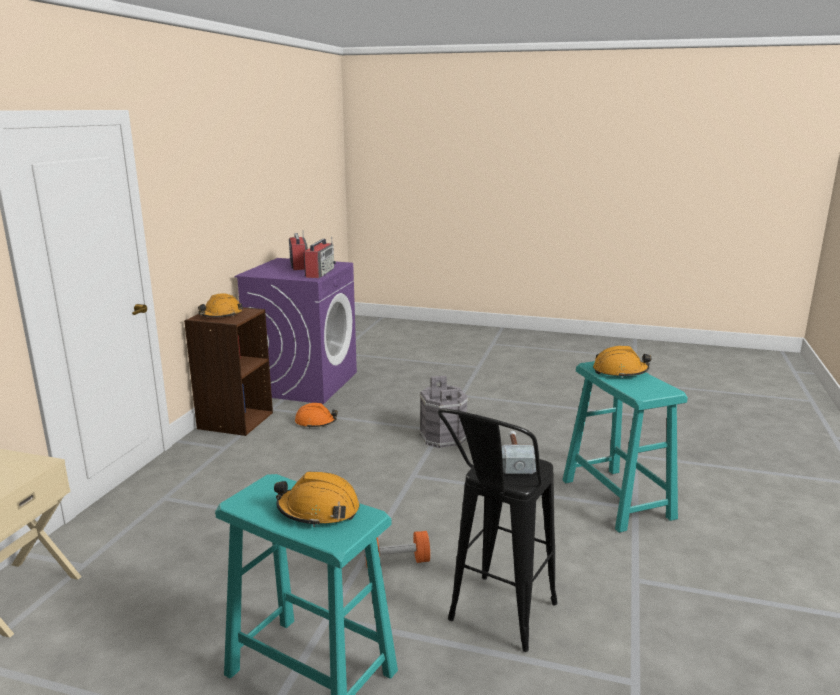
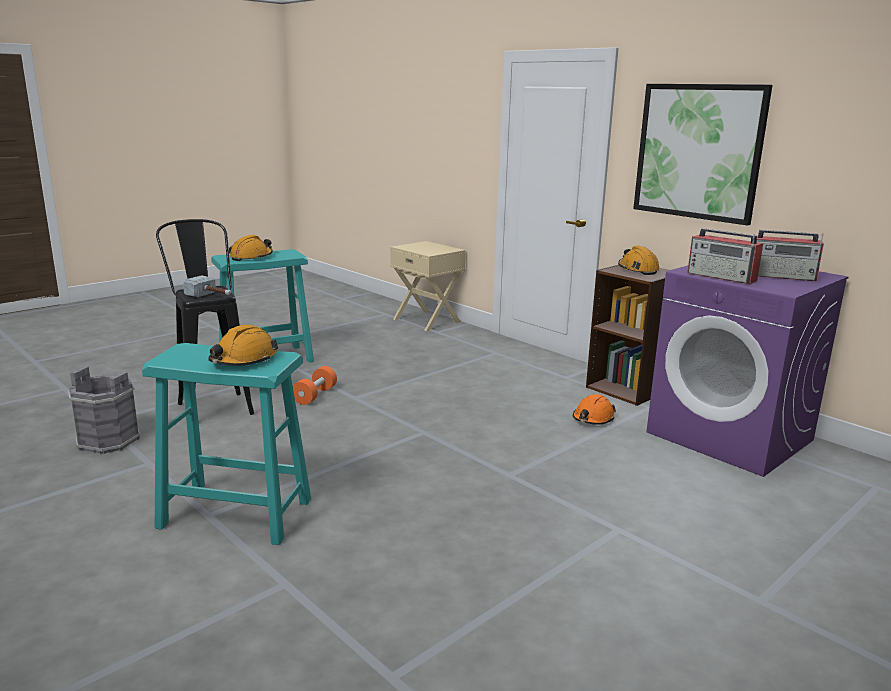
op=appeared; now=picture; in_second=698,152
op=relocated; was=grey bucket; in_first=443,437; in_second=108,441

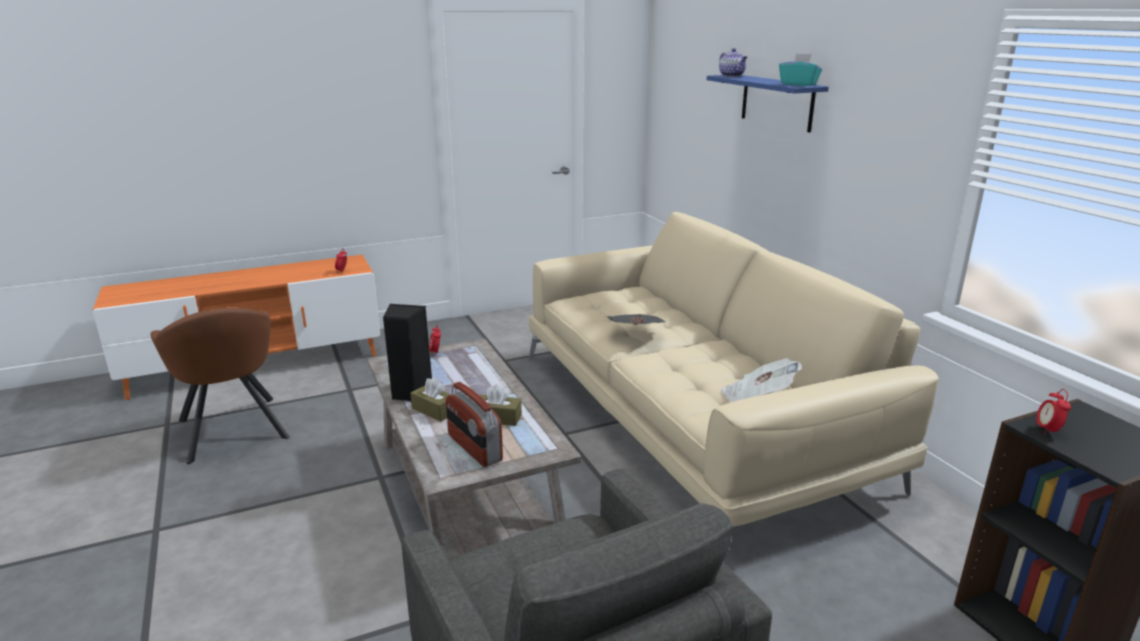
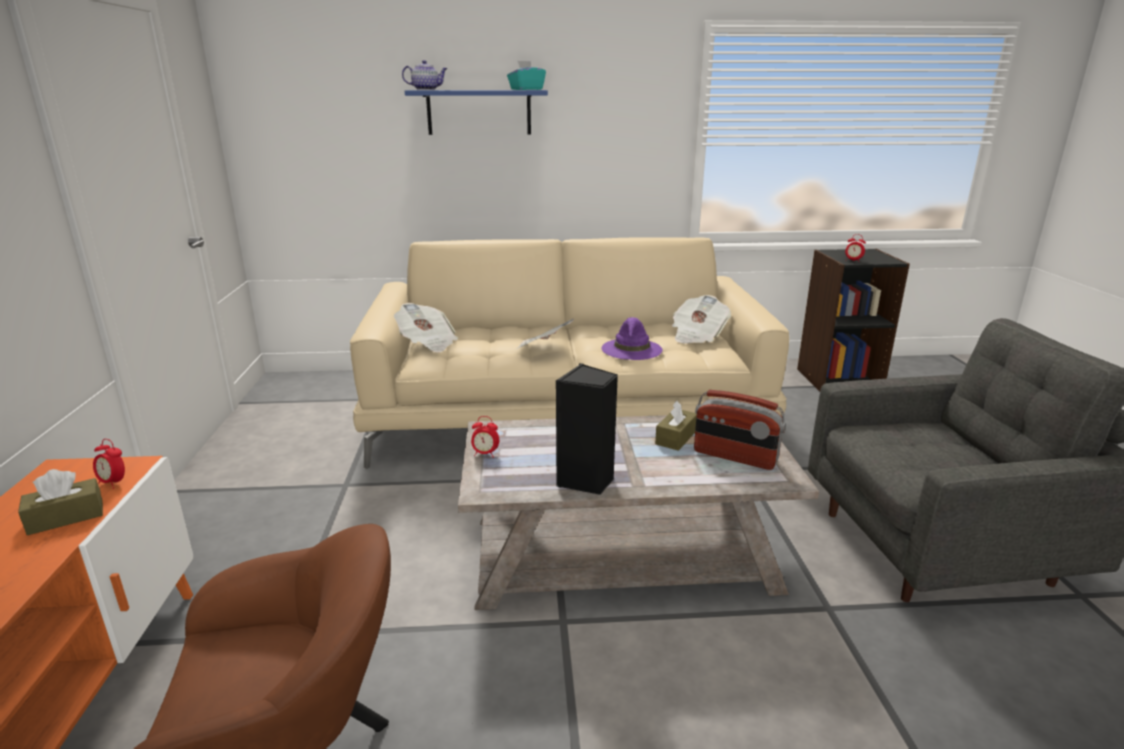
op=appeared; now=newspaper; in_second=427,343
op=appeared; now=purple hat; in_second=632,349
op=relocated; was=brown tissue box; in_first=434,410; in_second=66,517
op=spun; was=radio; in_first=474,448; in_second=734,457; clockwise=45

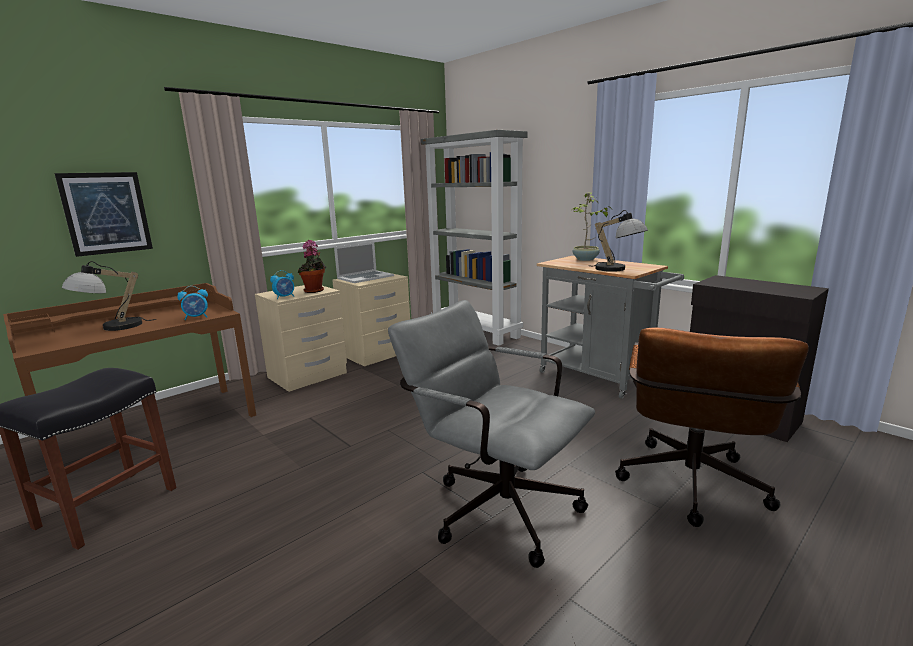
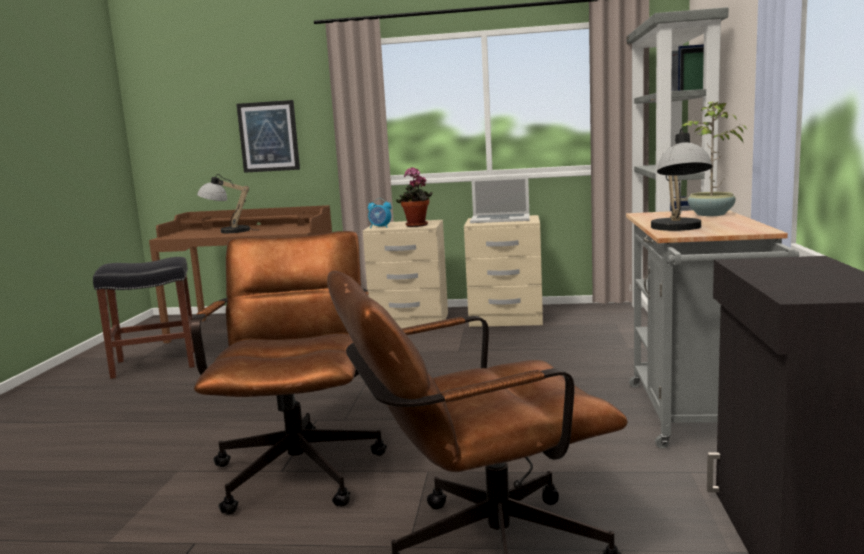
op=missing; was=alarm clock; in_first=196,317
op=colour; was=grey office chair; now=brown office chair; in_first=494,505; in_second=301,465

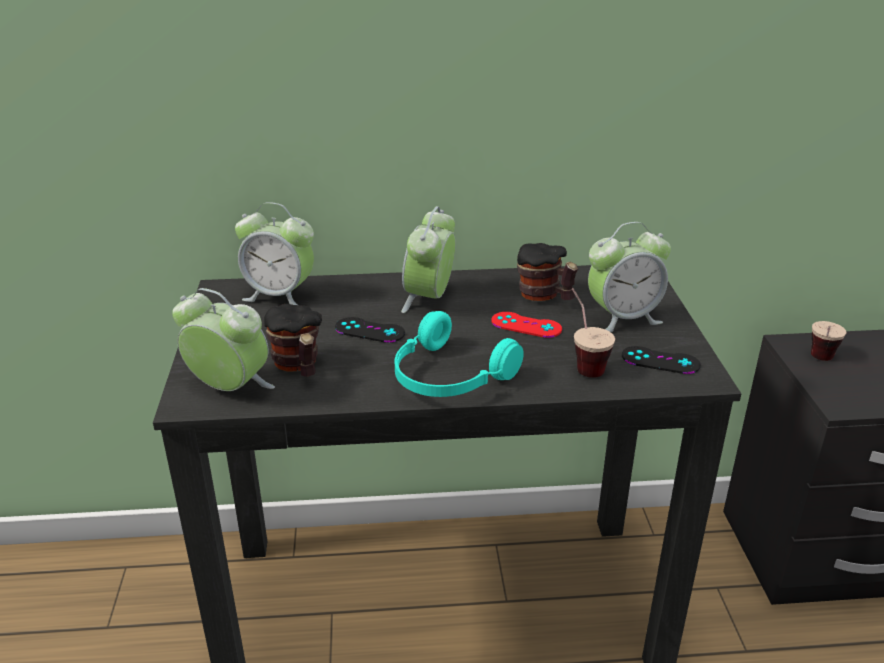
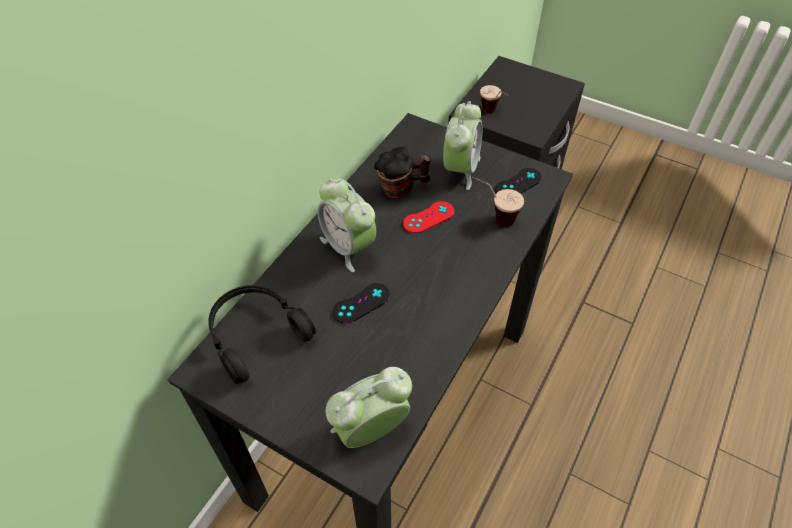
op=missing; was=mug; in_first=298,367
op=missing; was=turquoise headphones; in_first=448,377
op=exchanged; was=alarm clock; now=black headphones; in_first=280,296; in_second=255,334

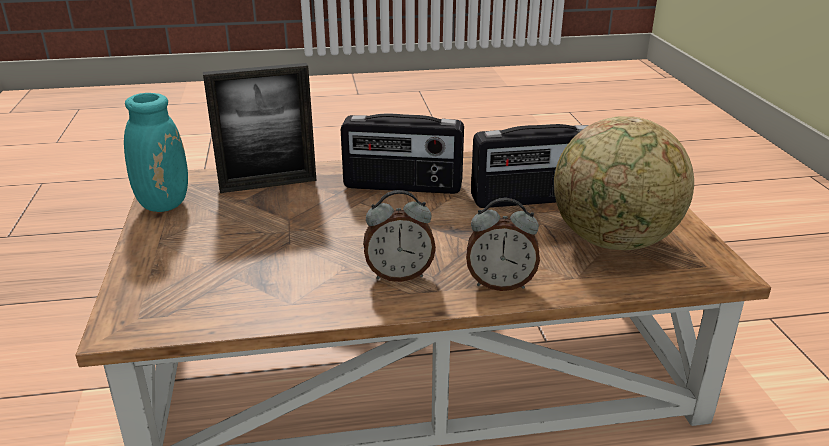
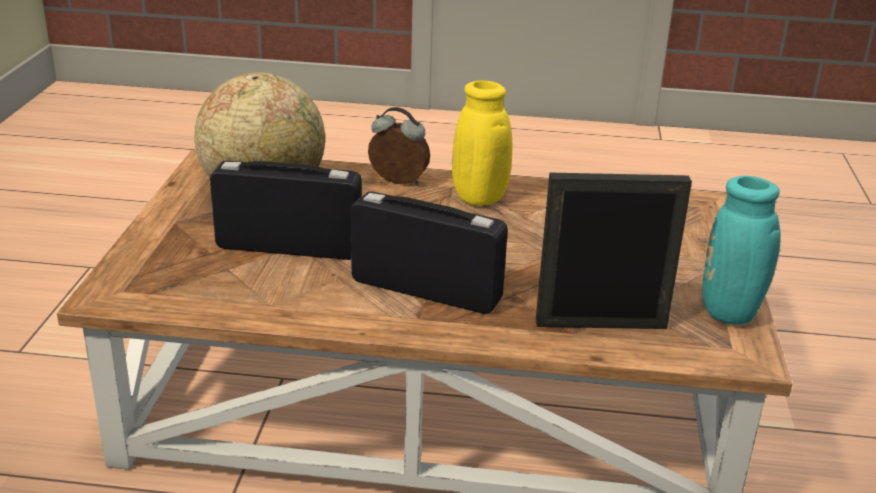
op=exchanged; was=alarm clock; now=yellow vase; in_first=399,275; in_second=478,201

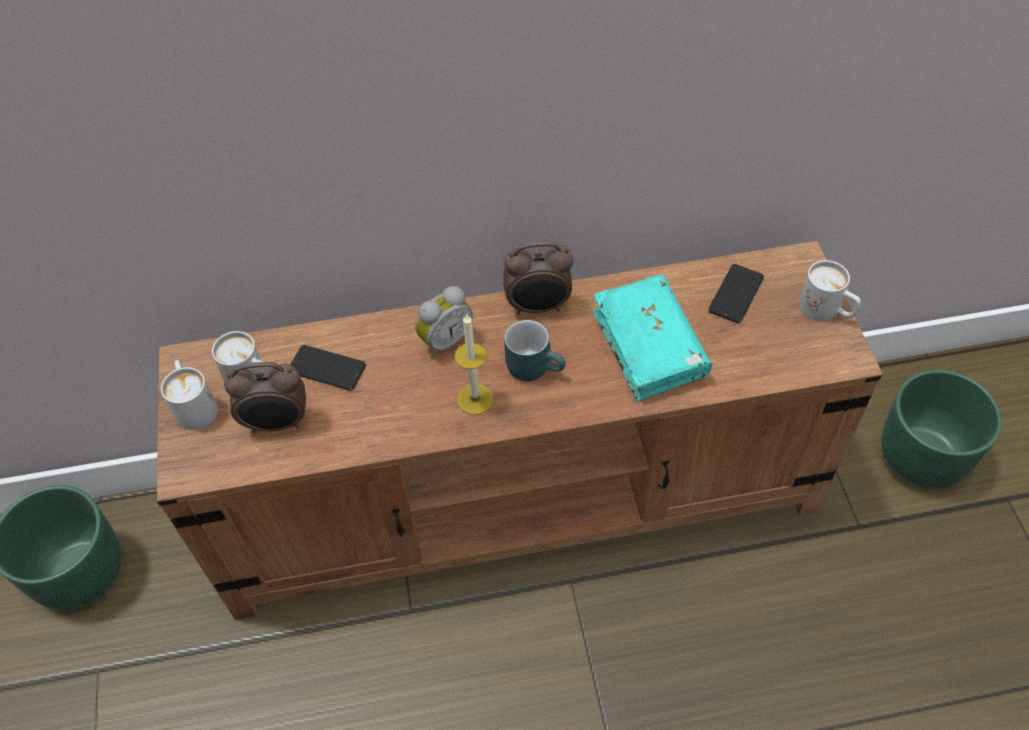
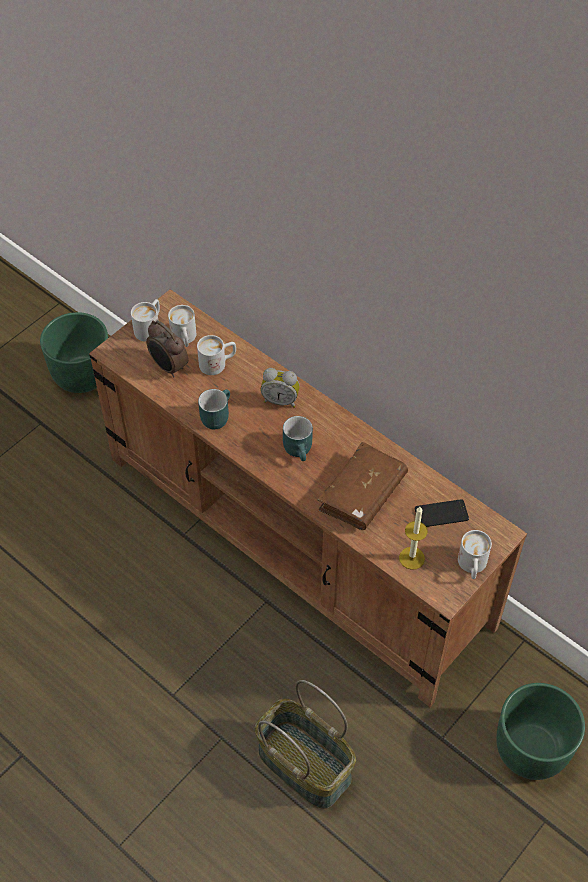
op=missing; was=alarm clock; in_first=538,307
op=appeared; now=turquoise mug; in_second=215,415
op=appeared; now=basket; in_second=306,764
op=relocated; was=candle; in_first=475,399; in_second=411,558
op=exchanged; was=phone; now=white mug; in_first=327,368; in_second=218,363
op=colour; was=turquoise book; now=brown book; in_first=649,346; in_second=362,494

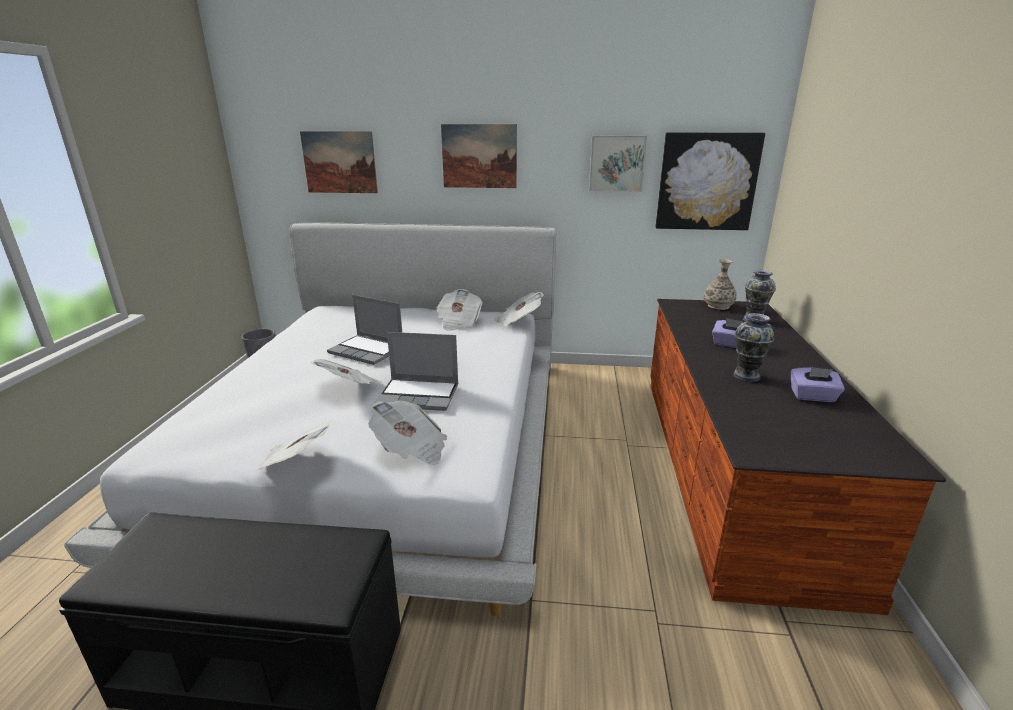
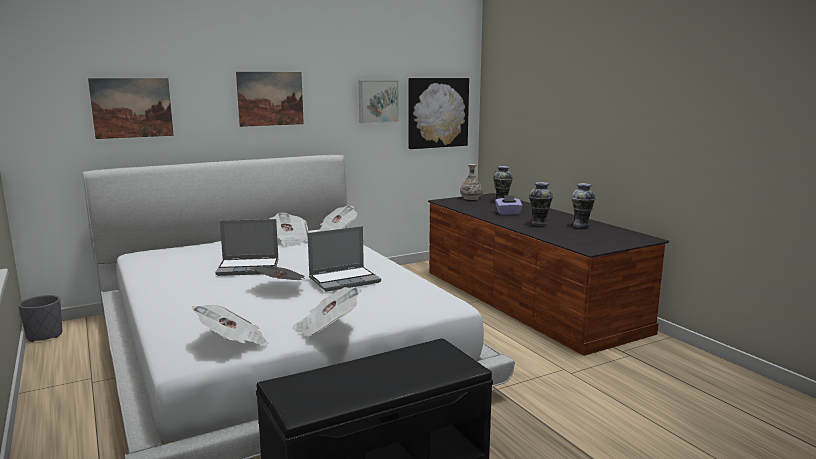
op=relocated; was=newspaper; in_first=411,449; in_second=233,342
op=exchanged; was=purple tissue box; now=vase; in_first=812,396; in_second=581,226

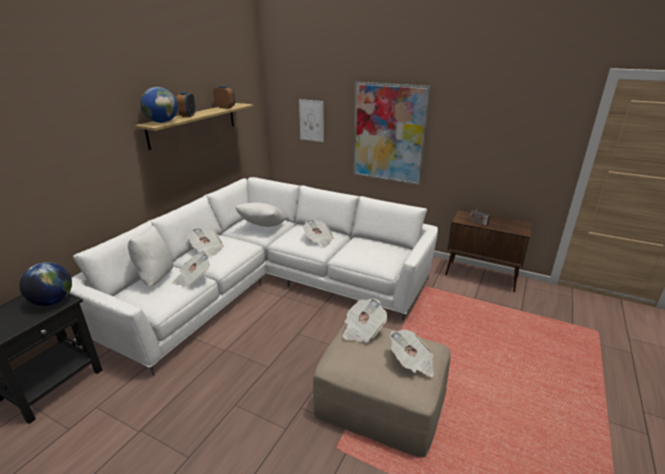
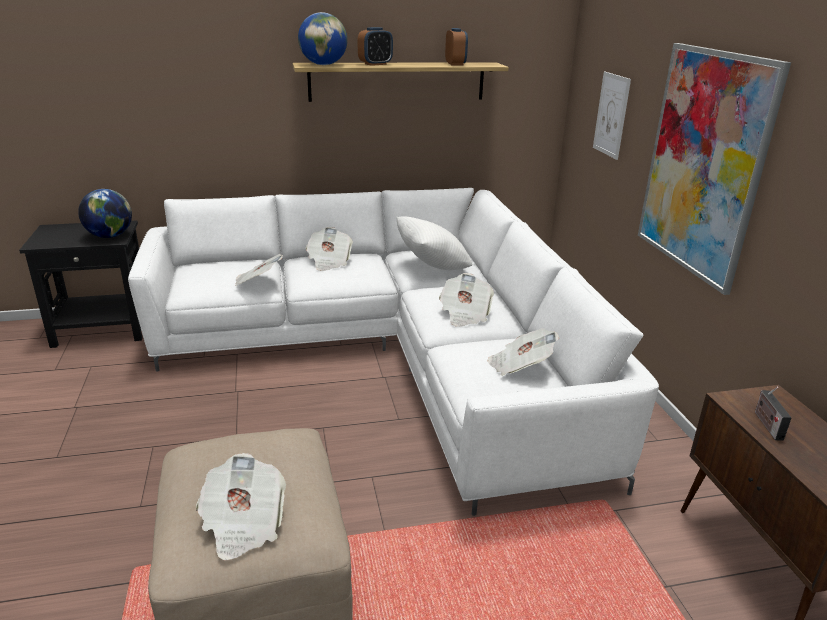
op=missing; was=white pillow; in_first=155,278
op=relocated; was=newspaper; in_first=362,330; in_second=520,366

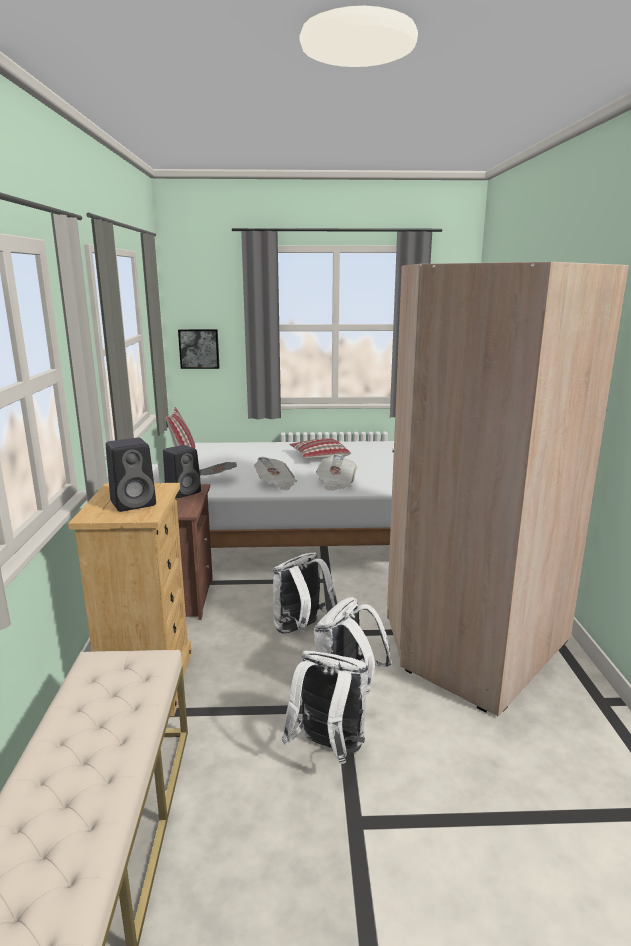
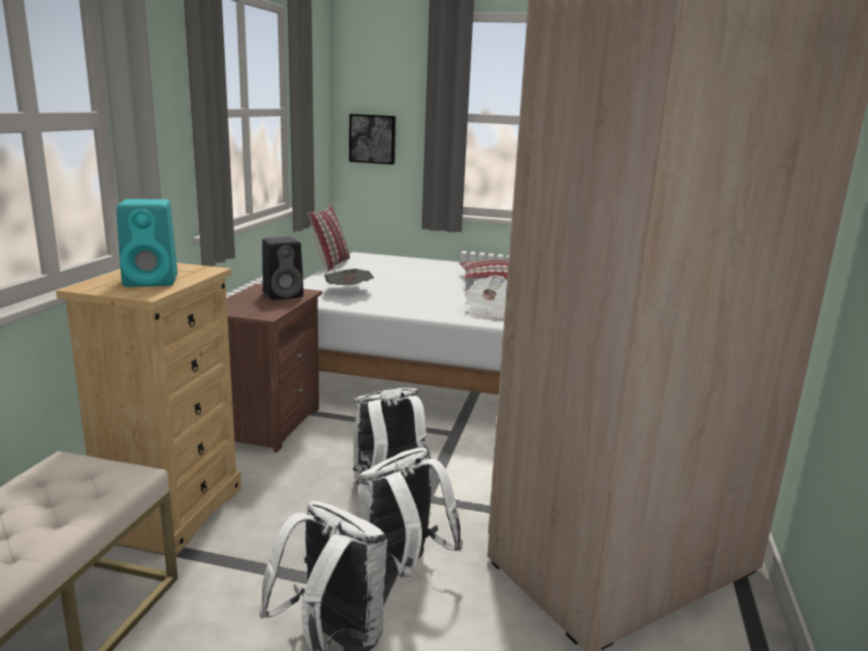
op=missing; was=newspaper; in_first=276,484
op=colour; was=black speaker; now=turquoise speaker; in_first=134,503; in_second=153,281

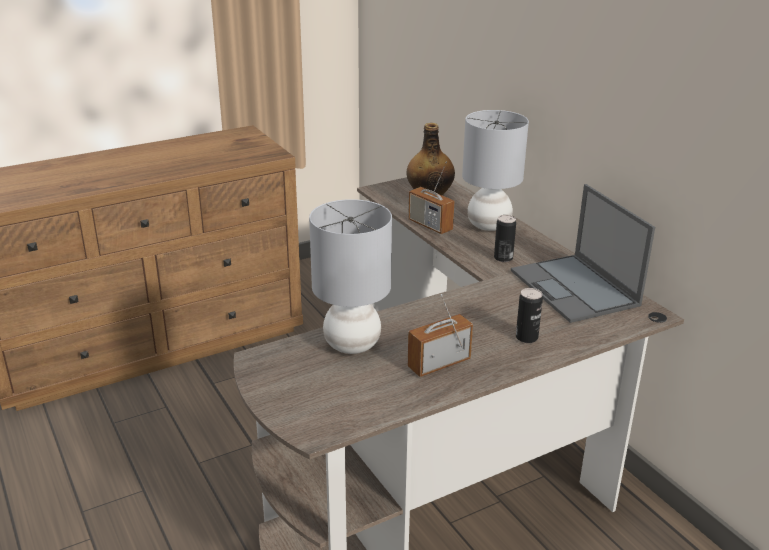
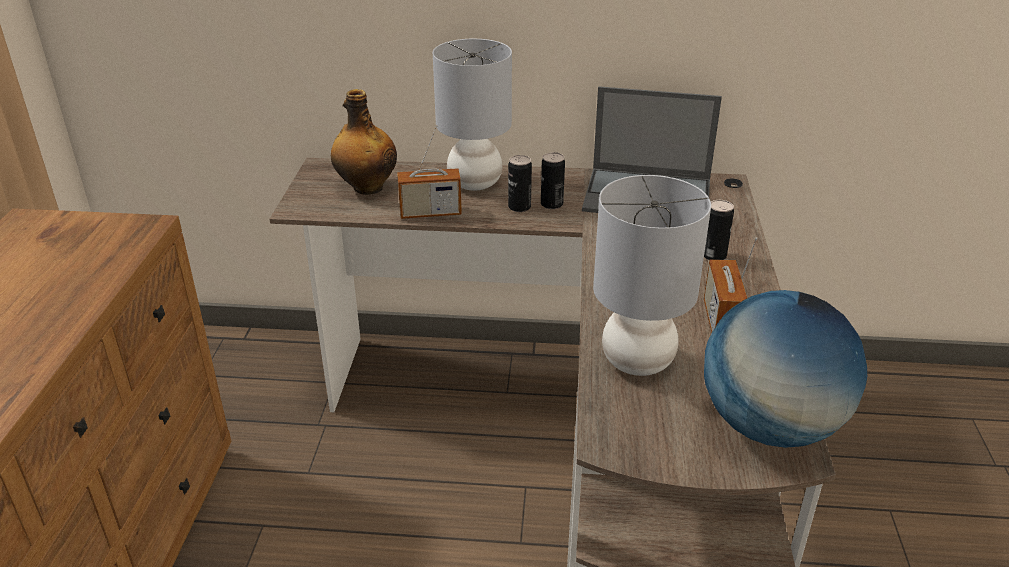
op=appeared; now=can; in_second=519,207
op=appeared; now=globe; in_second=770,426

